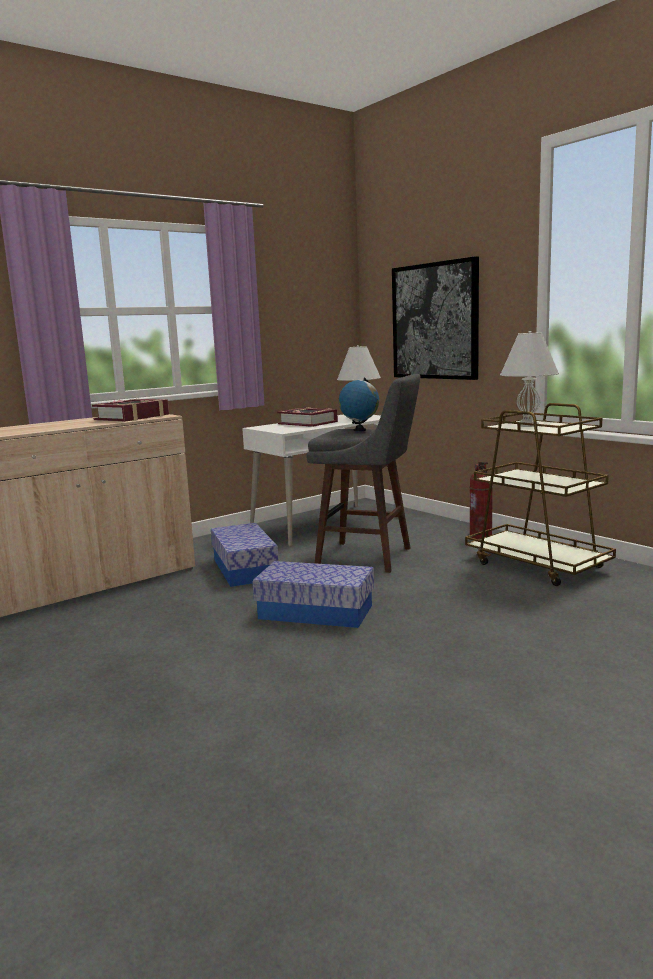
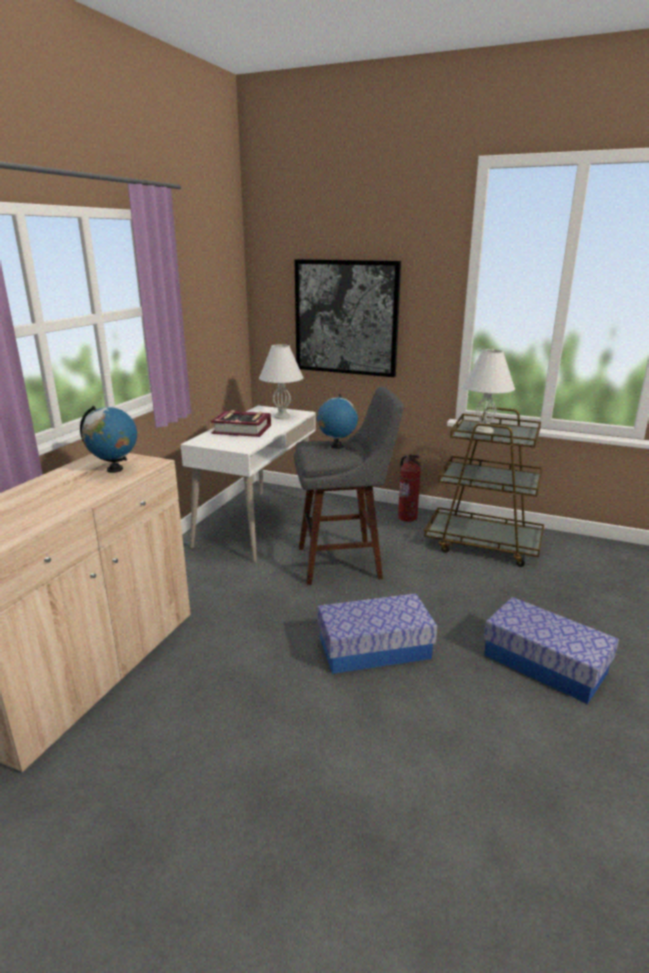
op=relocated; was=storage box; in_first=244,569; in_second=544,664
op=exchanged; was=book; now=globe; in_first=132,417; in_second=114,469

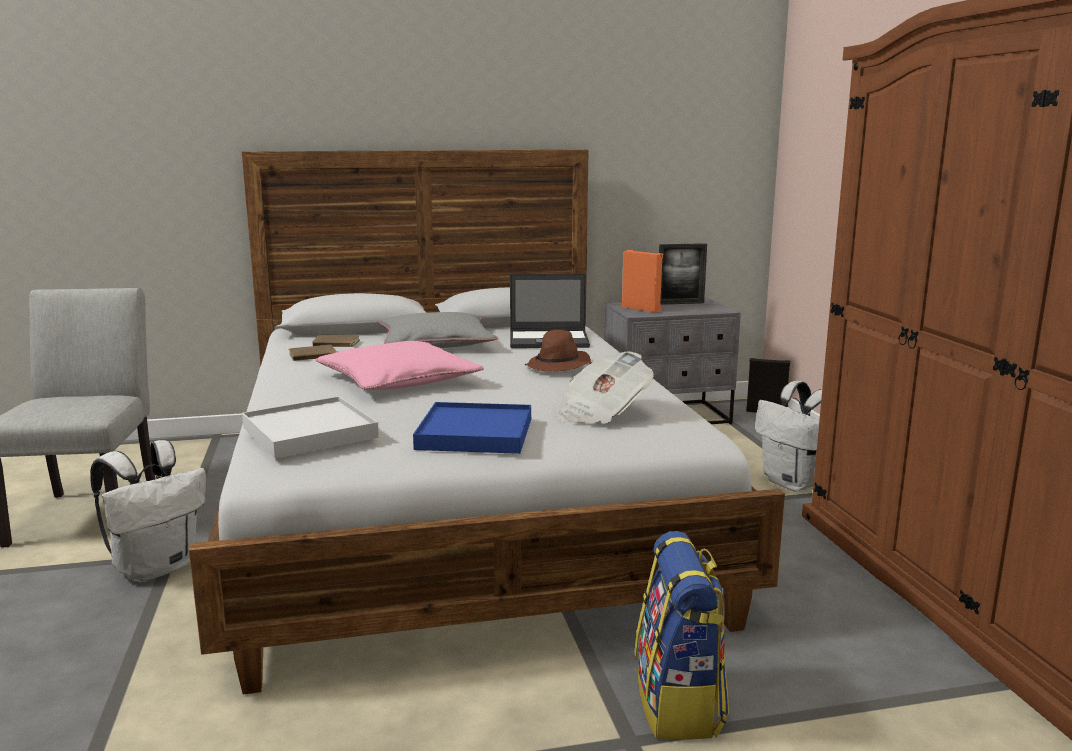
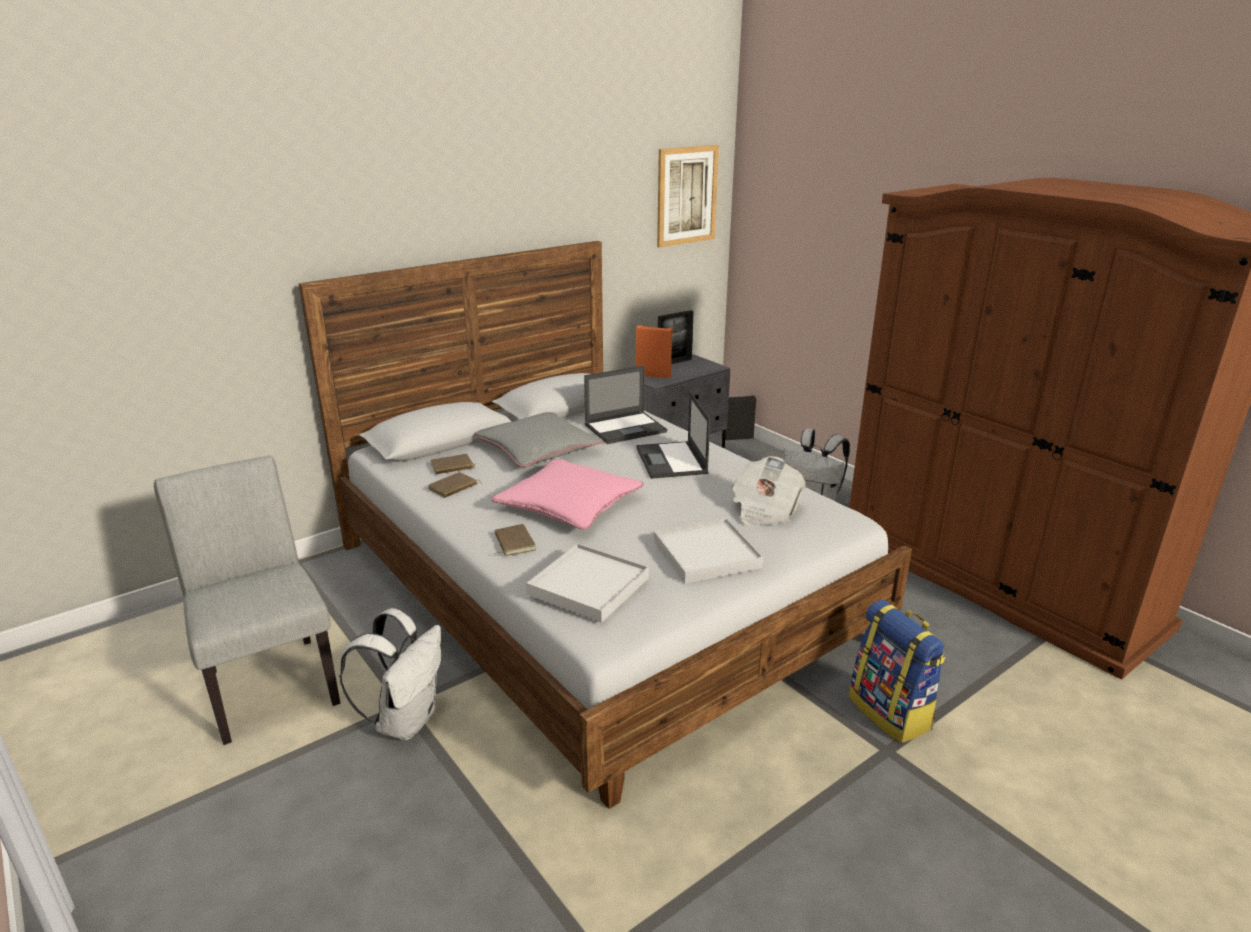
op=appeared; now=brown book; in_second=513,543
op=appeared; now=picture; in_second=687,195
op=exchanged; was=brown hat; now=laptop; in_first=558,366; in_second=672,461
op=colour; was=blue tray; now=white tray; in_first=475,434; in_second=706,554

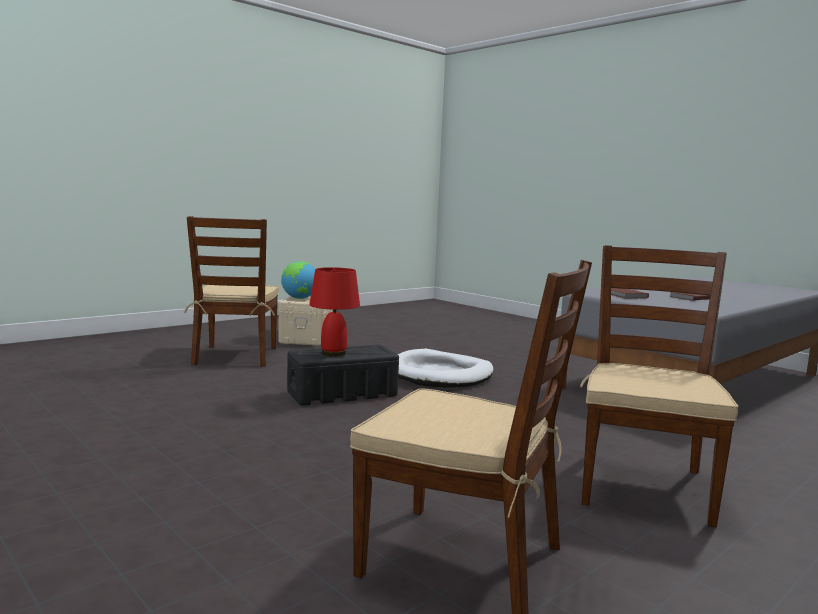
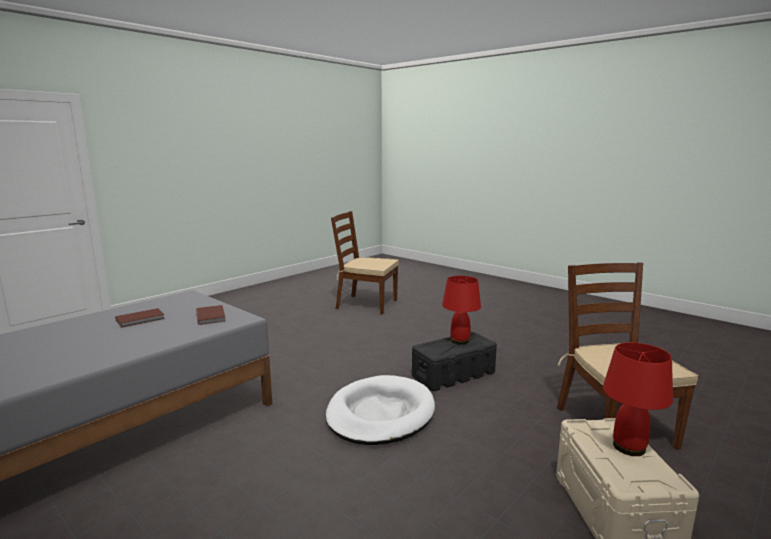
op=missing; was=brown chair; in_first=643,486
op=exchanged; was=globe; now=red table lamp; in_first=299,298; in_second=629,447

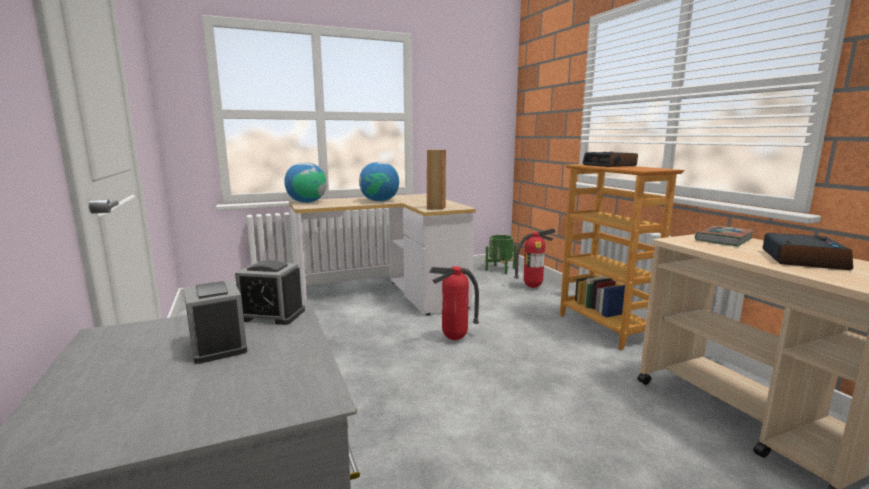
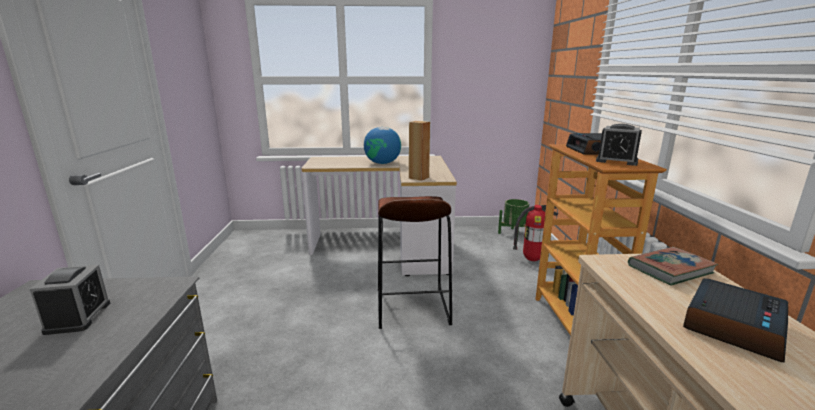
op=missing; was=globe; in_first=306,202
op=relocated; was=alarm clock; in_first=271,315; in_second=616,161
op=exchanged; was=fire extinguisher; now=brown stool; in_first=455,339; in_second=411,307

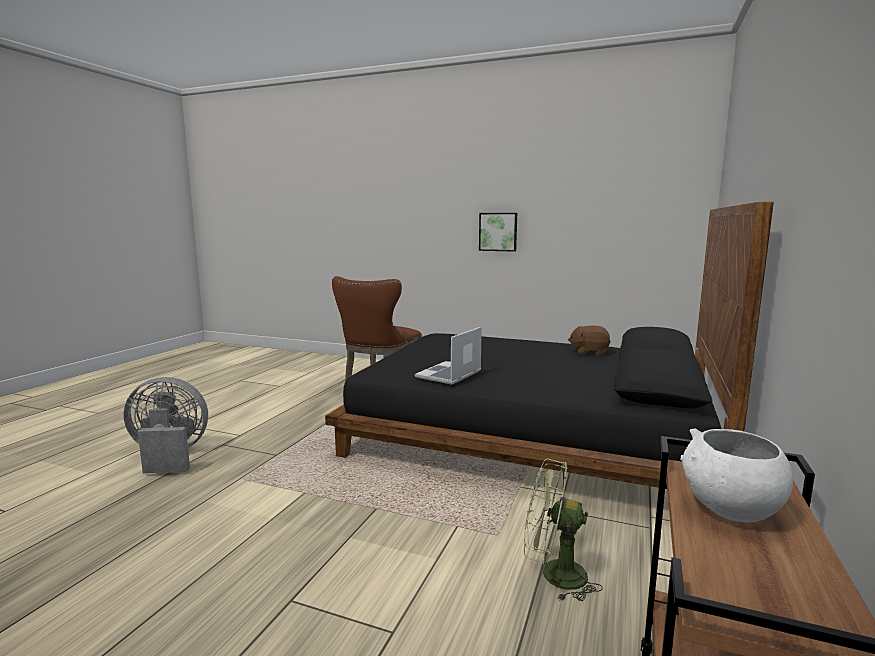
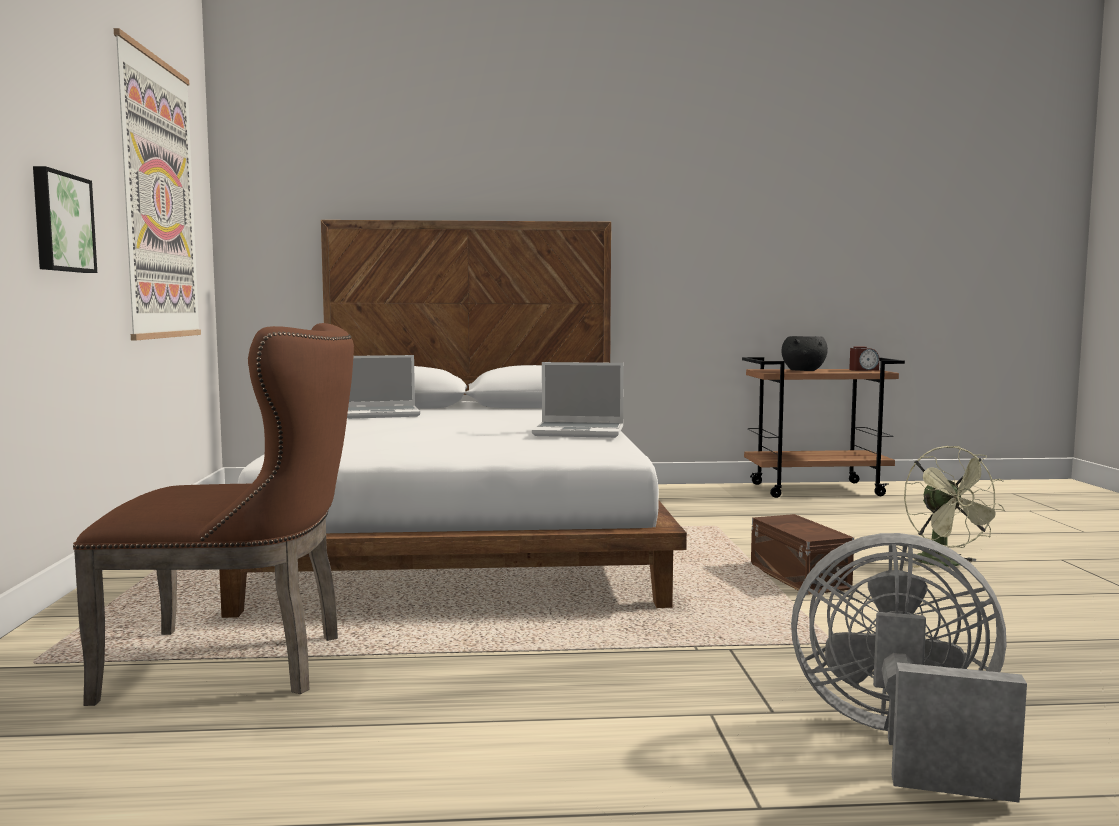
op=appeared; now=picture; in_second=159,199
op=appeared; now=brown storage box; in_second=799,576
op=appeared; now=alarm clock; in_second=863,370
op=relocated; was=green fan; in_first=553,575; in_second=947,564
op=exchanged; was=brown plush toy; now=laptop; in_first=589,352; in_second=382,414
op=colour; was=black bed; now=white bed; in_first=530,436; in_second=465,535
op=colour; was=white bowl; now=black bowl; in_first=730,510; in_second=804,371
op=spun; was=grey fan; in_first=169,456; in_second=901,741; clockwise=135

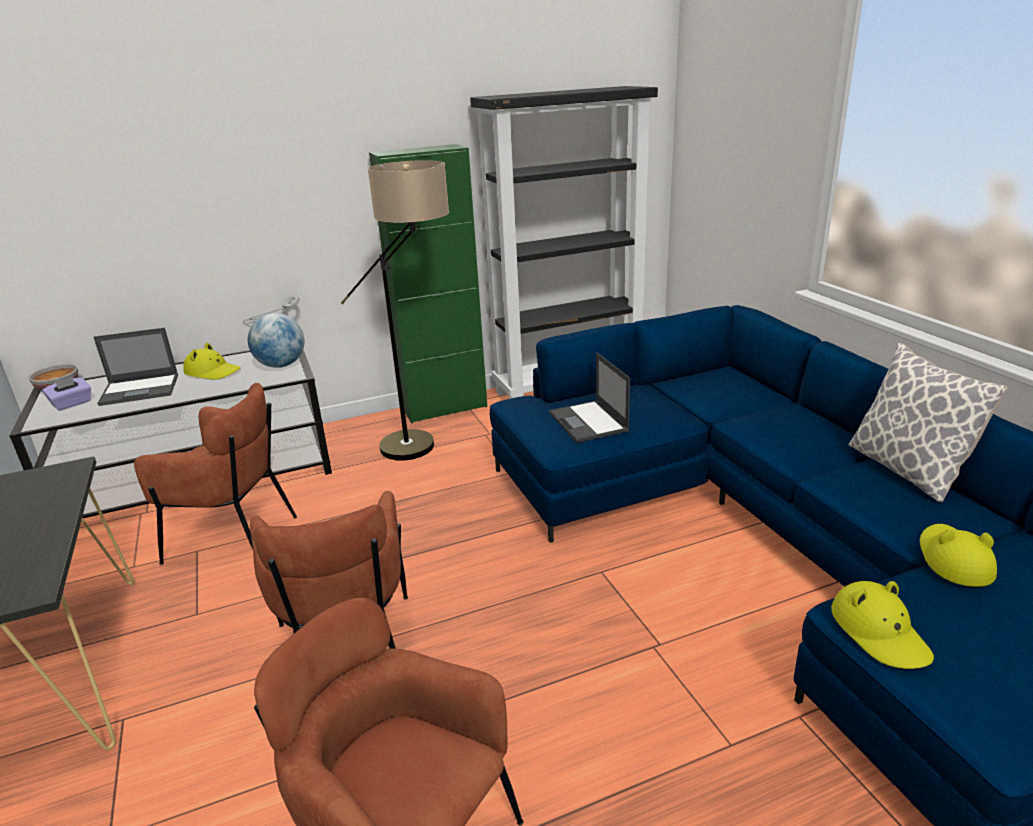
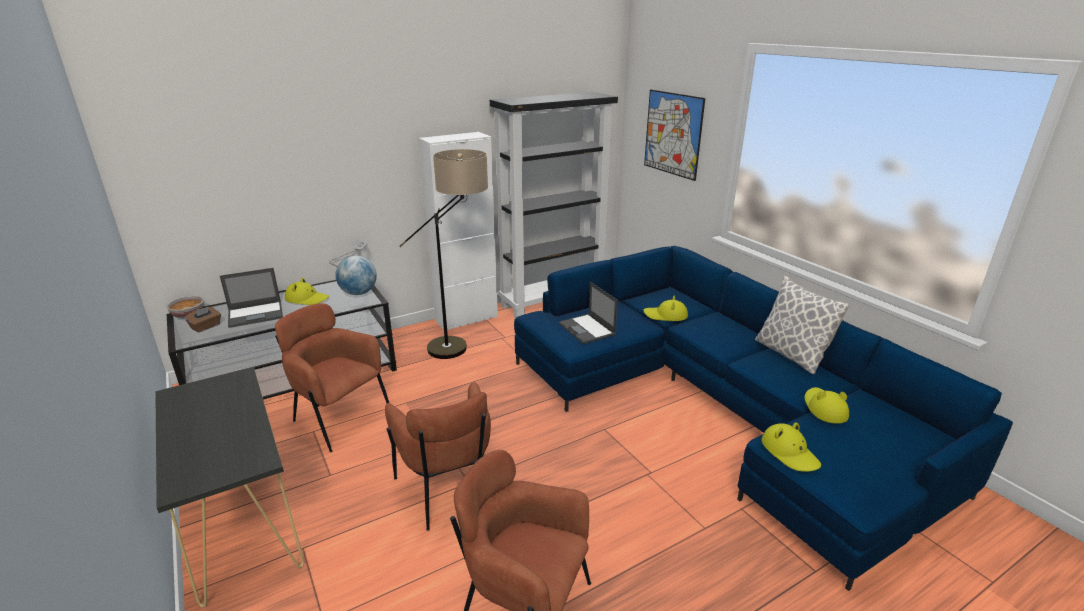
op=appeared; now=yellow hat; in_second=666,315
op=appeared; now=picture; in_second=672,134
op=colour; was=purple tissue box; now=brown tissue box; in_first=72,404; in_second=206,326
op=colour; was=green cabinet; now=white cabinet; in_first=444,408; in_second=466,318
op=spun; was=brown armchair; in_first=235,535; in_second=338,418; clockwise=-150

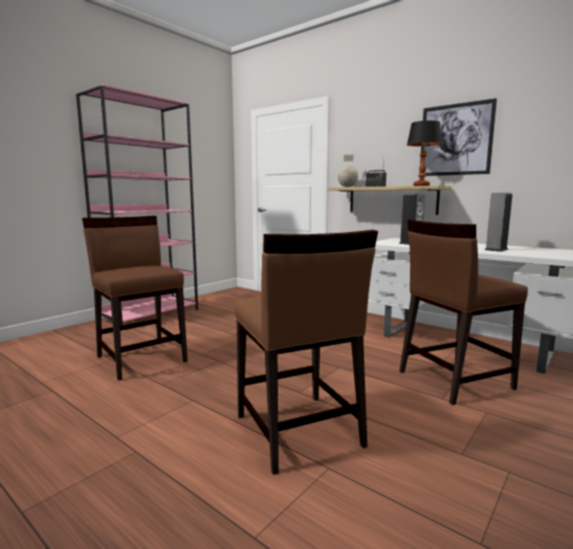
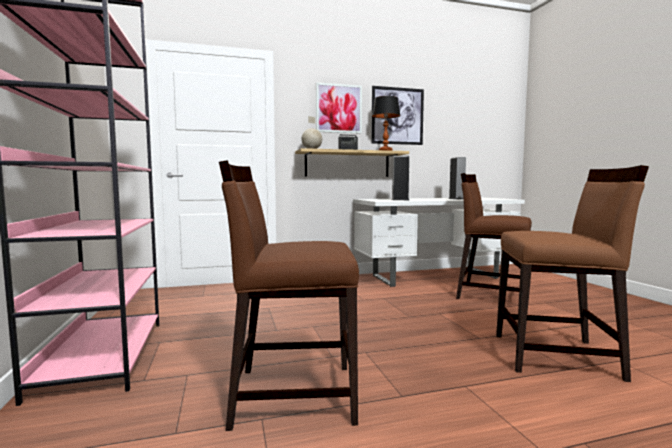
op=appeared; now=picture; in_second=338,108
op=spun; was=brown chair; in_first=453,379; in_second=491,295; clockwise=105

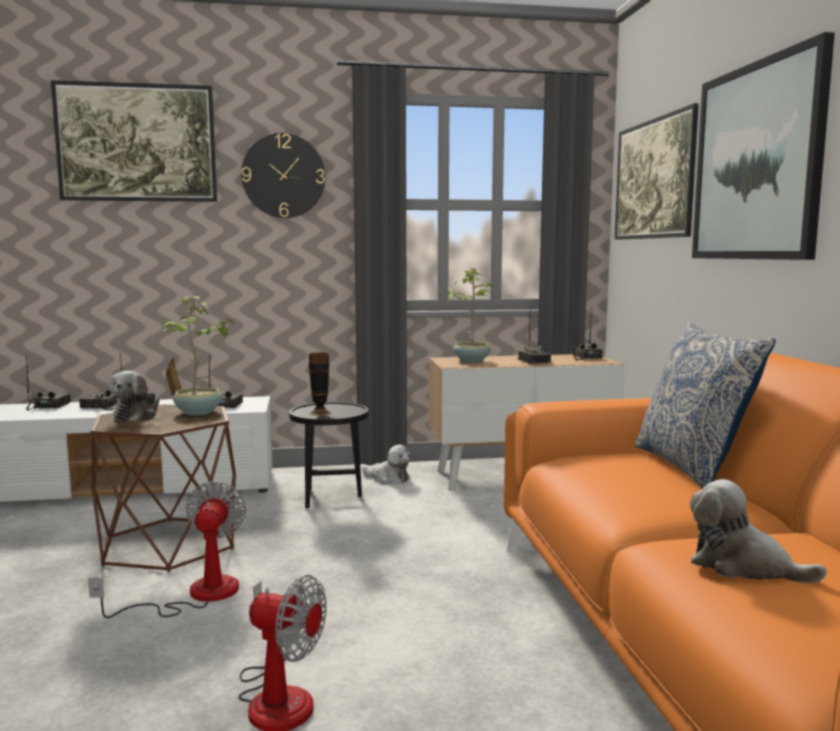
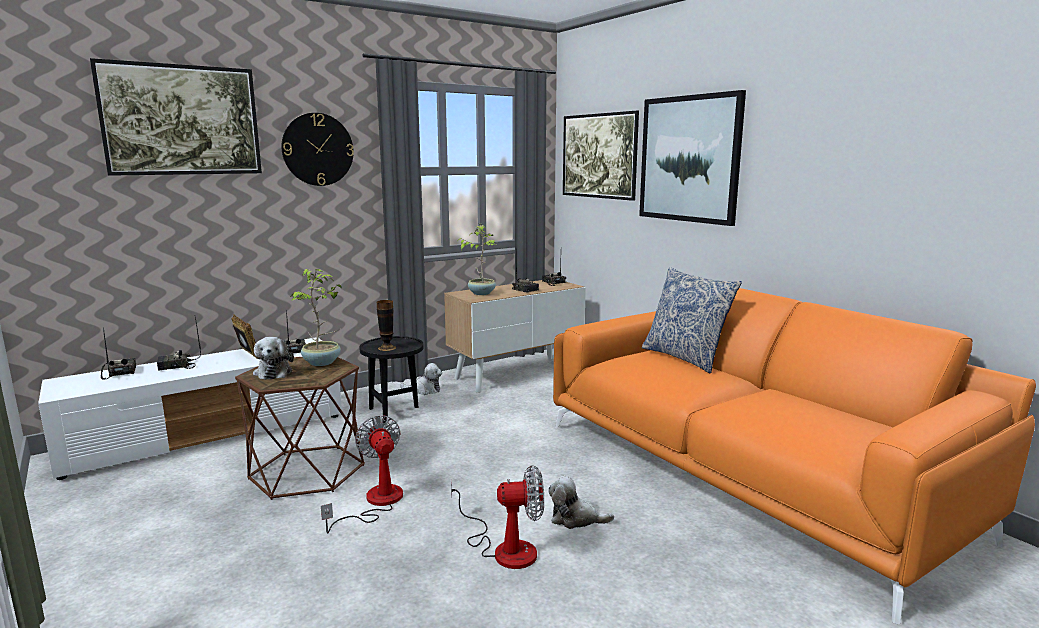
op=relocated; was=plush toy; in_first=742,566; in_second=575,519

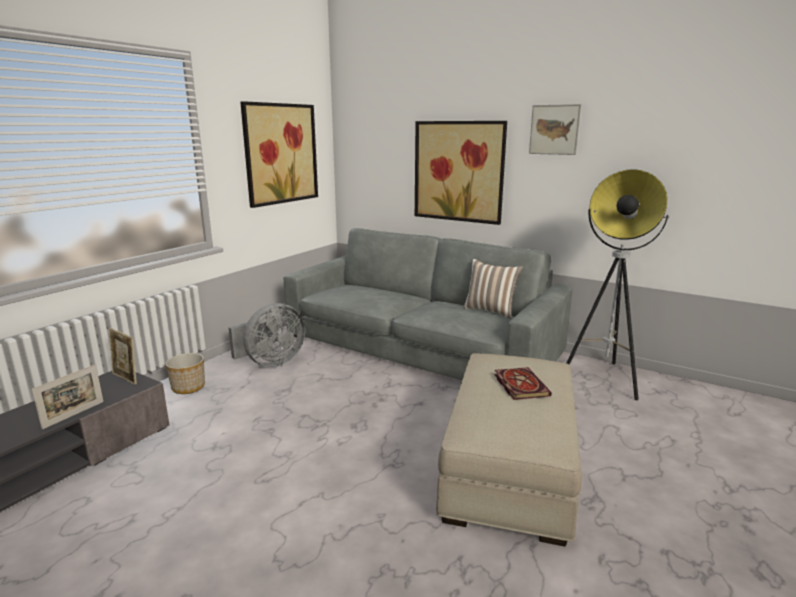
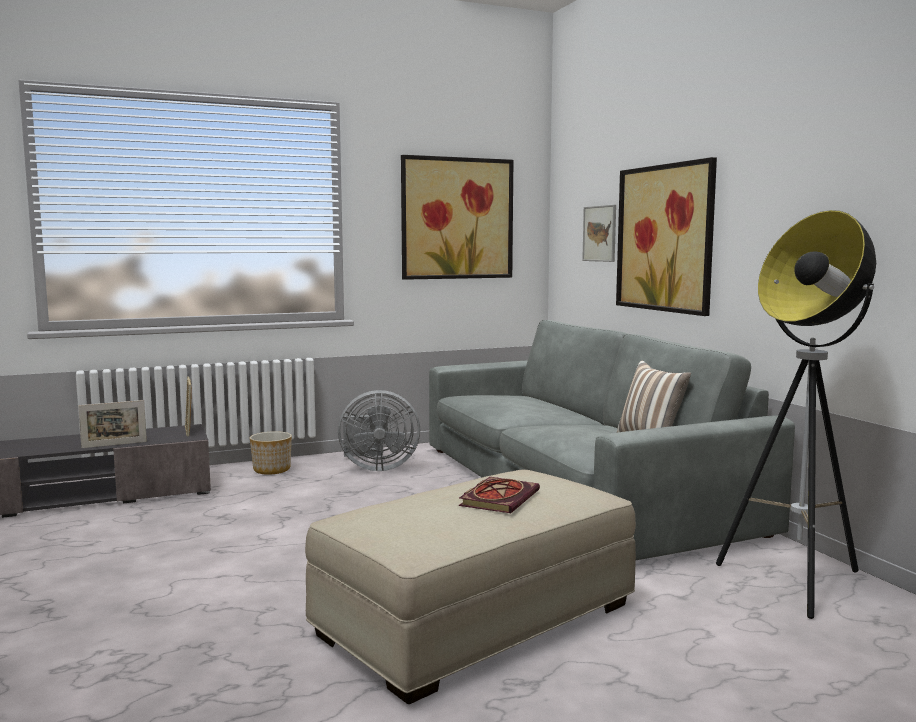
op=relocated; was=picture; in_first=554,129; in_second=599,233

